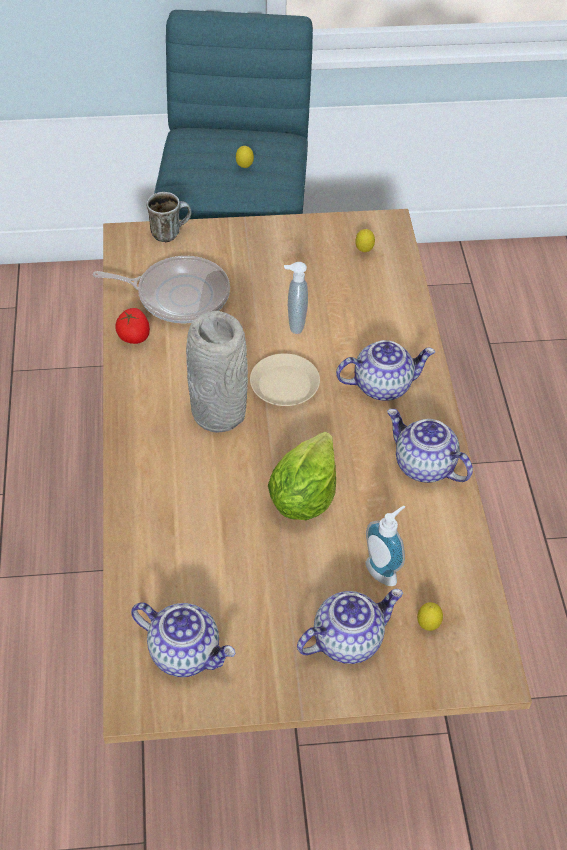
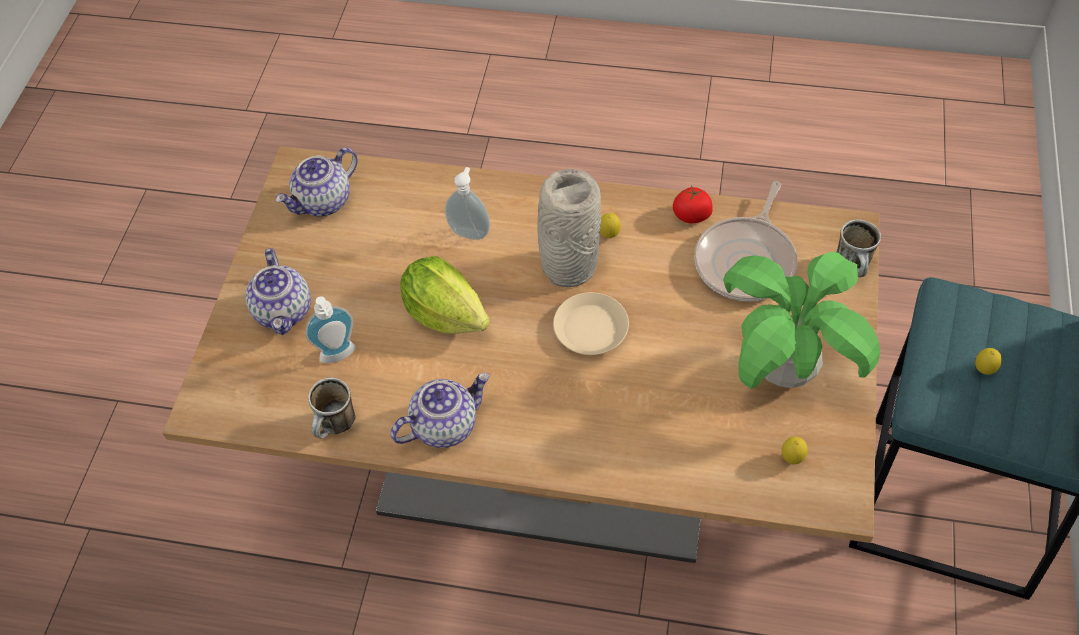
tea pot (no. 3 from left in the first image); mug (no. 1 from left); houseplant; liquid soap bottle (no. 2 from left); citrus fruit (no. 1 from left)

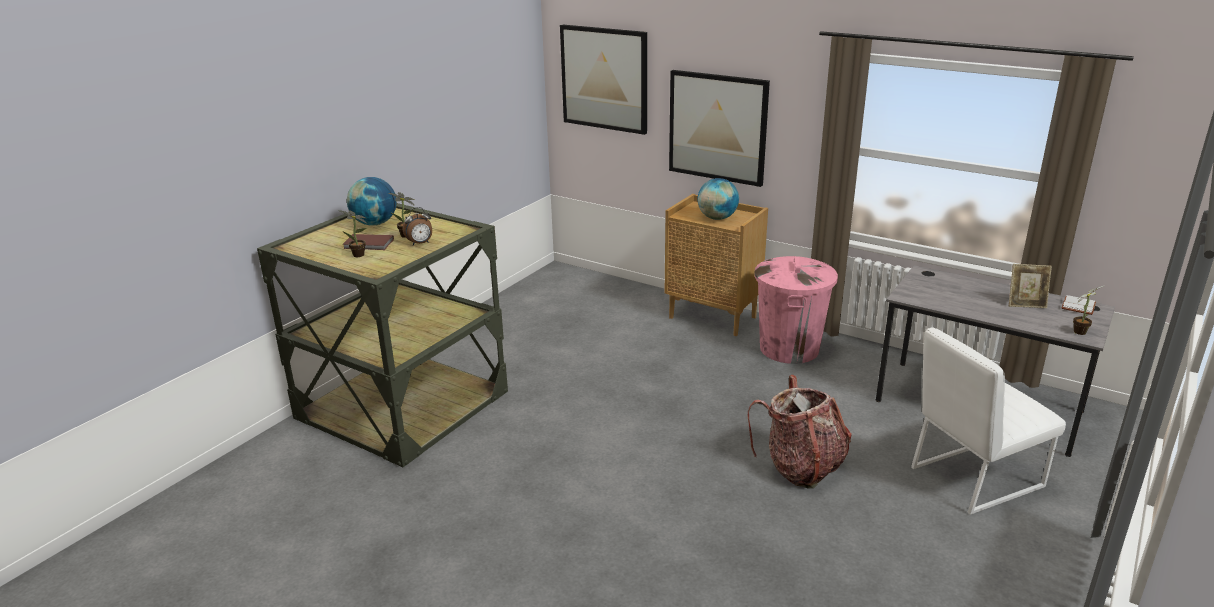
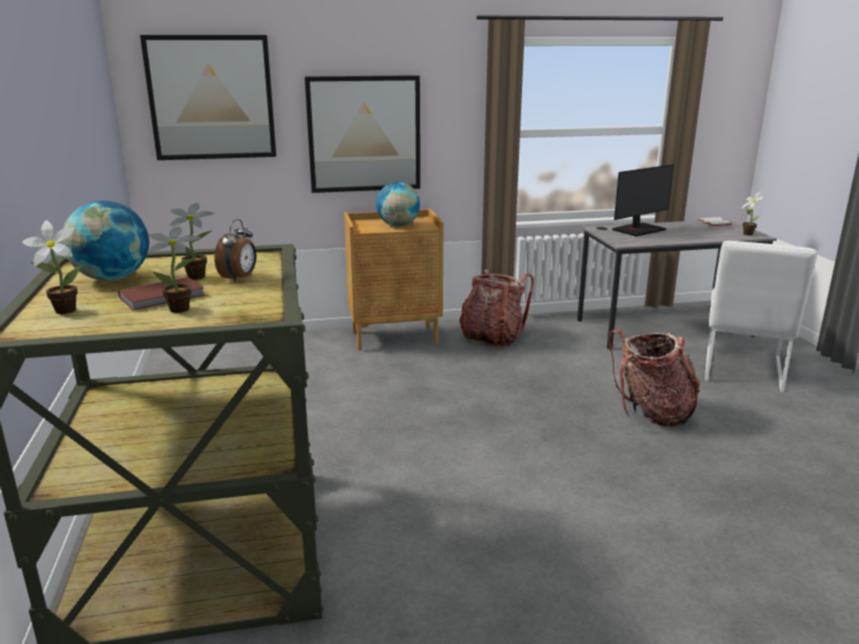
standing frame; houseplant (no. 1 from left); computer screen; rucksack (no. 1 from left)

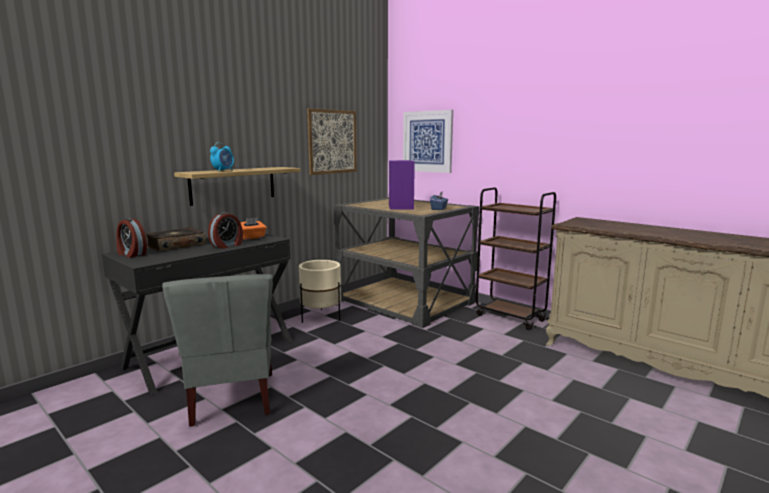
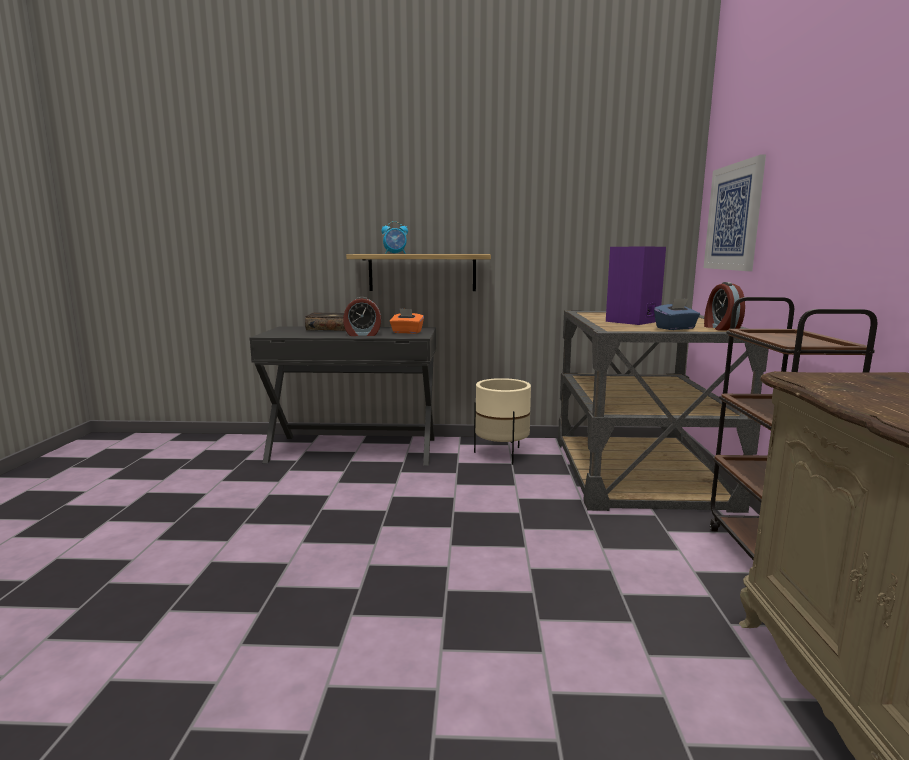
grey upright chair; wall picture (no. 1 from left in the first image); table clock (no. 3 from left)

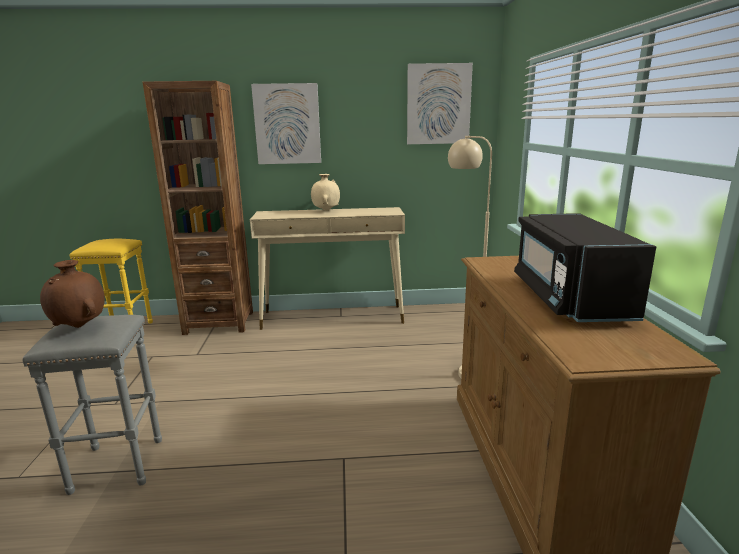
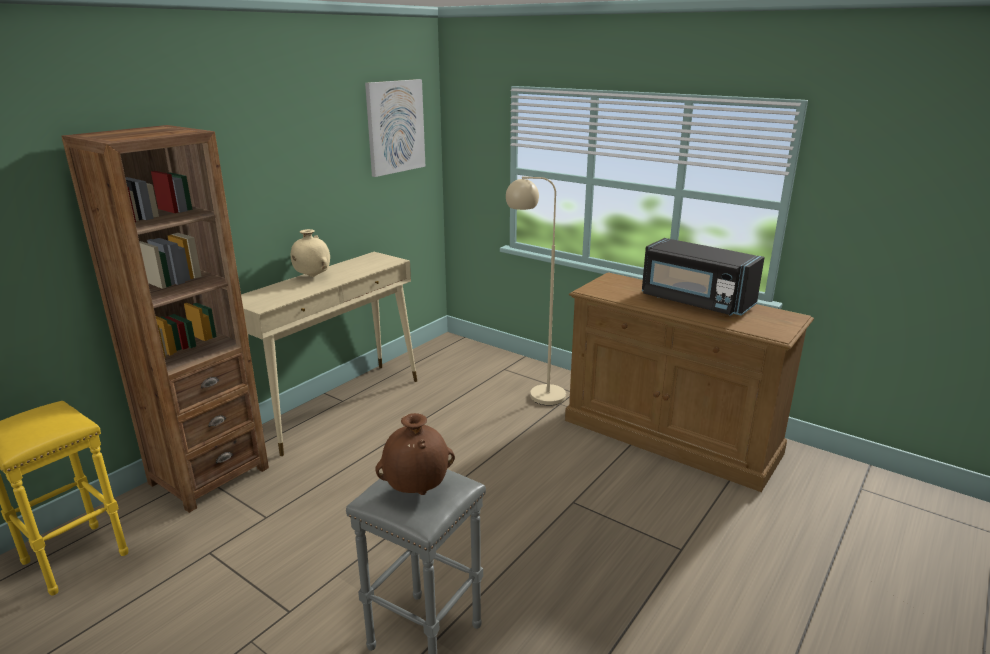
wall picture (no. 1 from left in the first image)

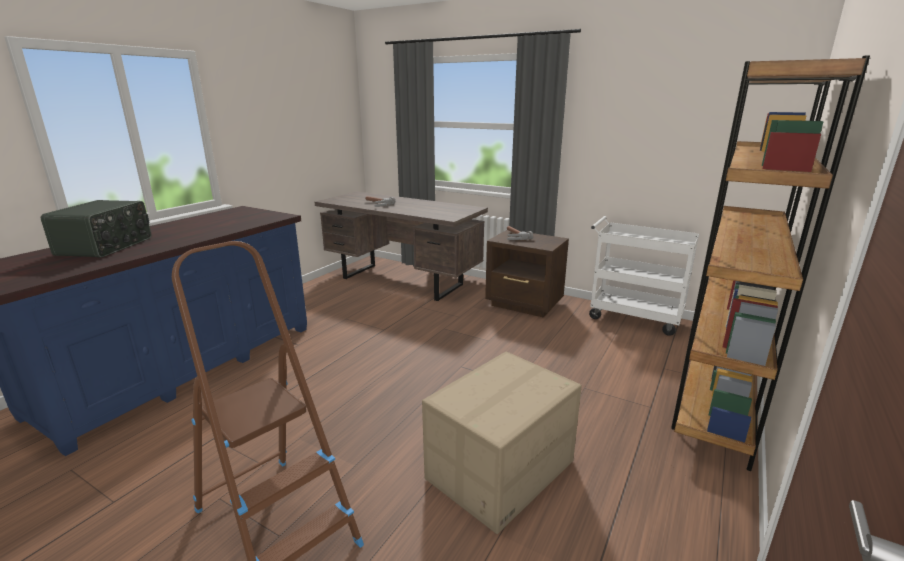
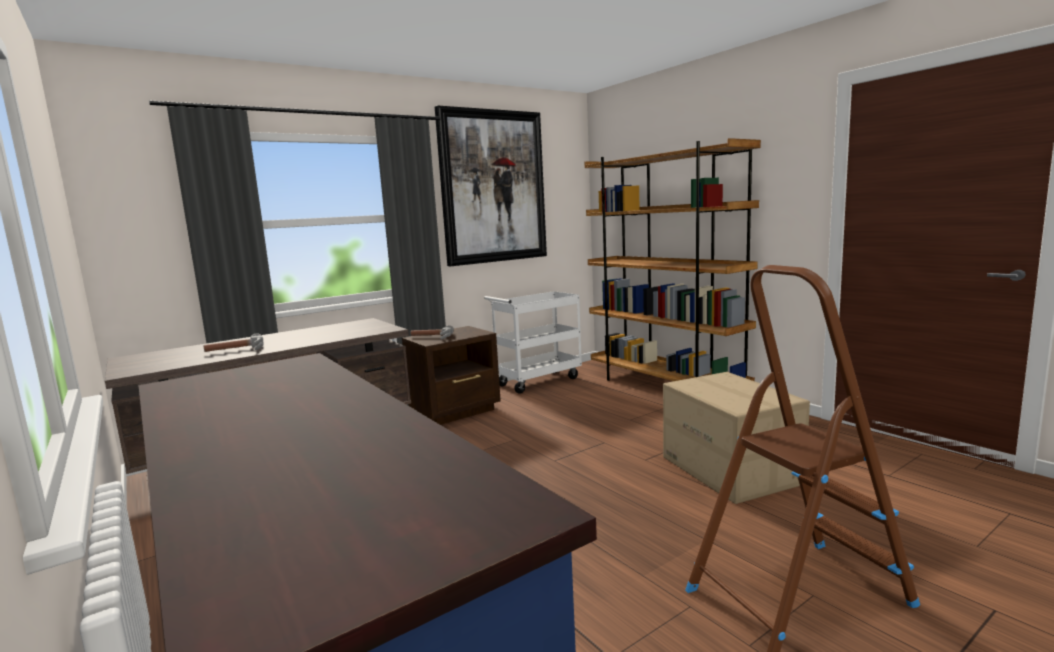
radio; wall picture

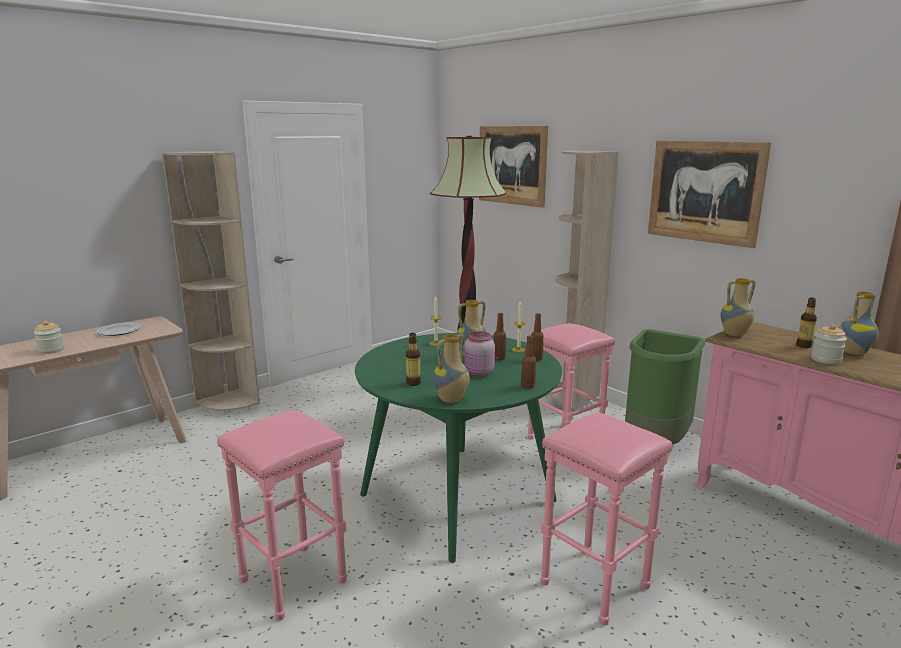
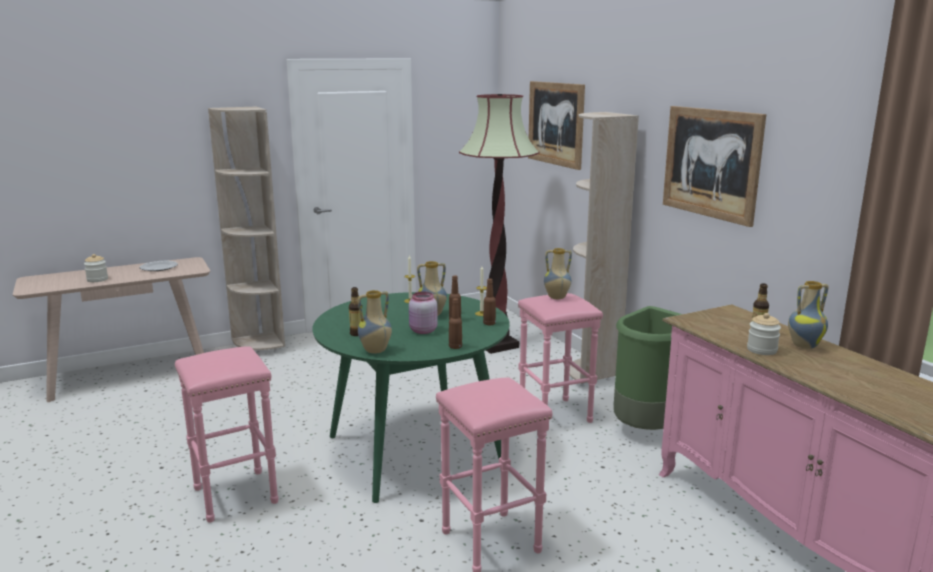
flower vase (no. 3 from left)

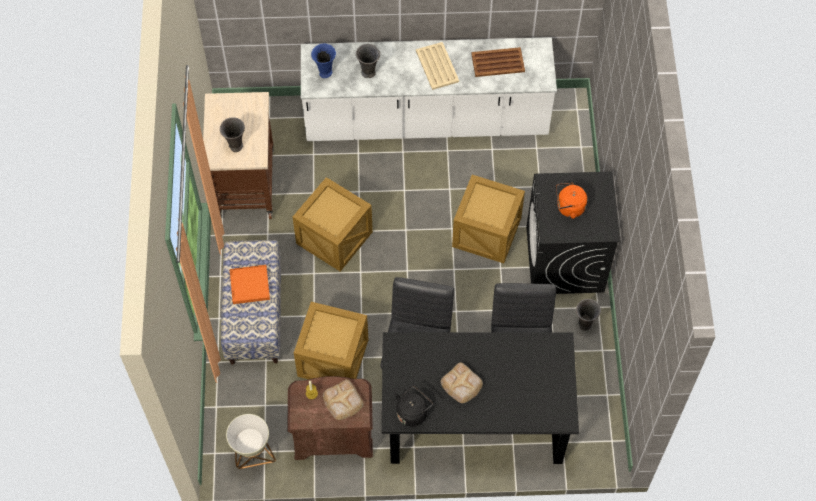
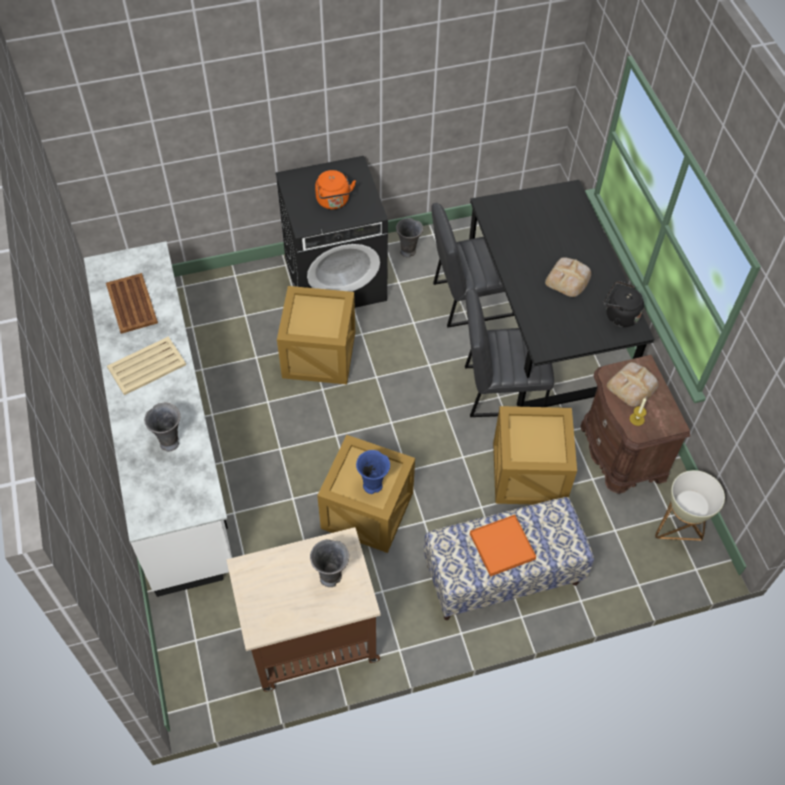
blue flower vase

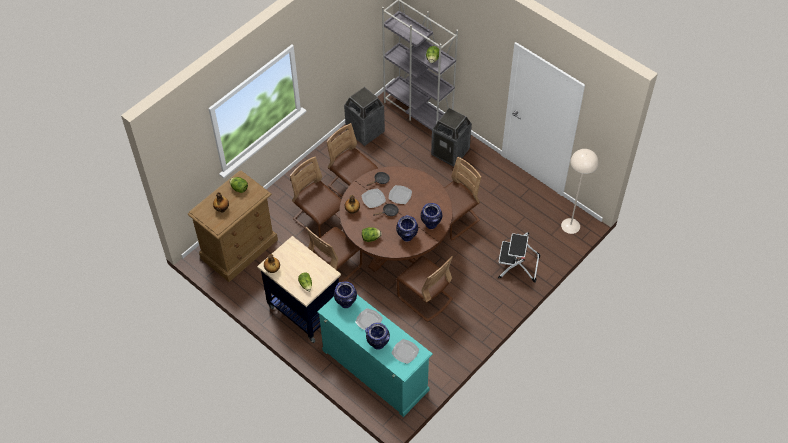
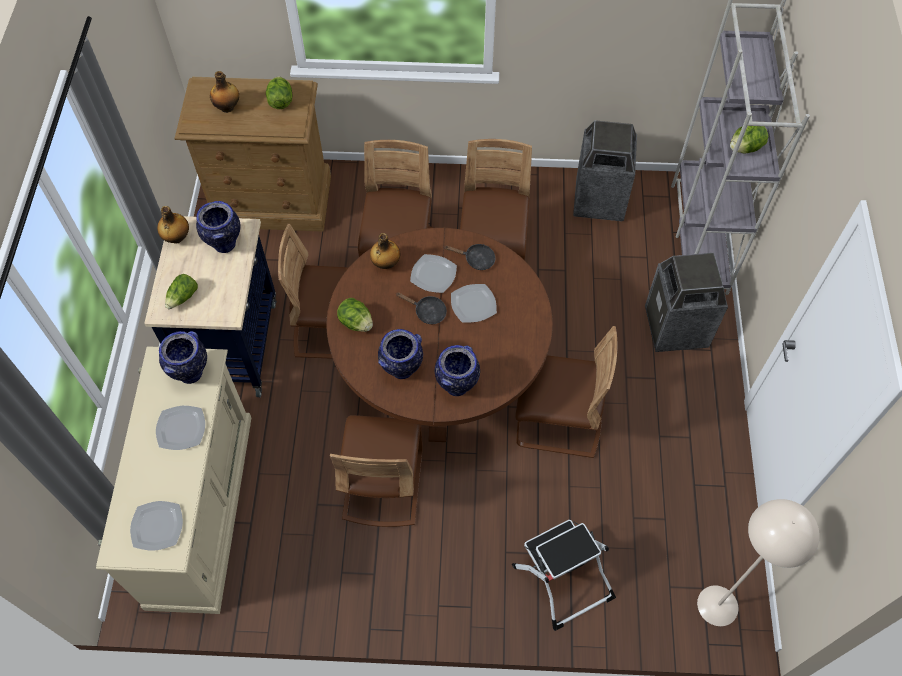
flower vase (no. 2 from left); beige storage cabinet

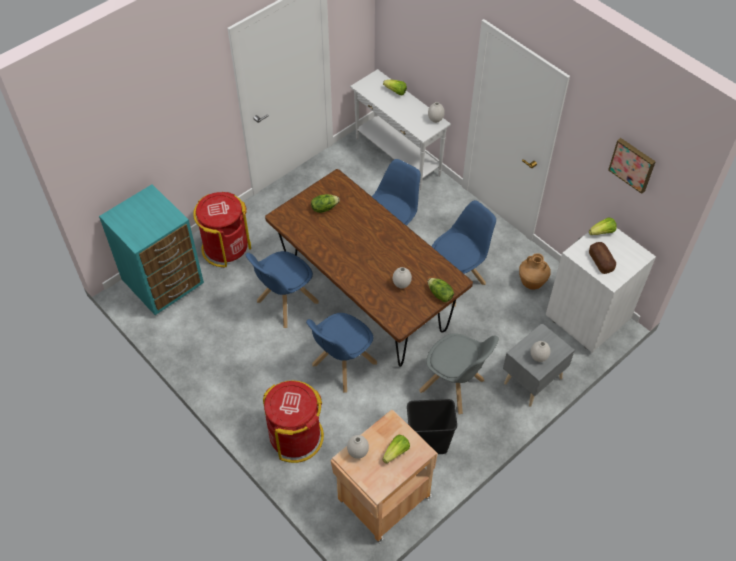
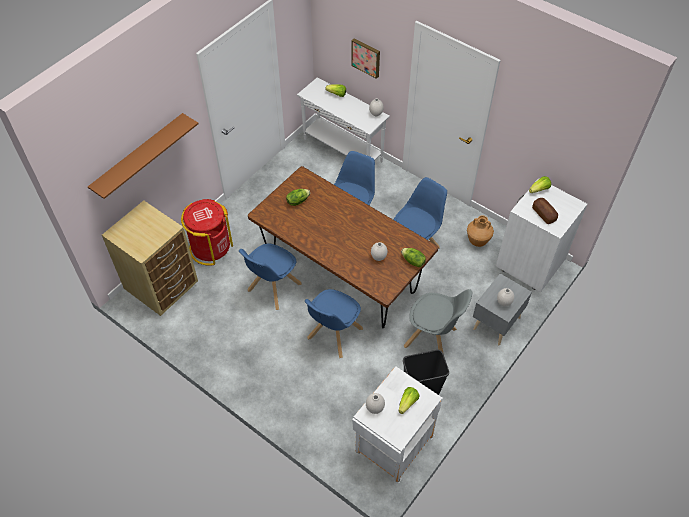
red-coloured trash can (no. 2 from left in the first image); brown-coloured bracket shelf; wall picture; brown-coloured drawer chest; whitish wheeled cart

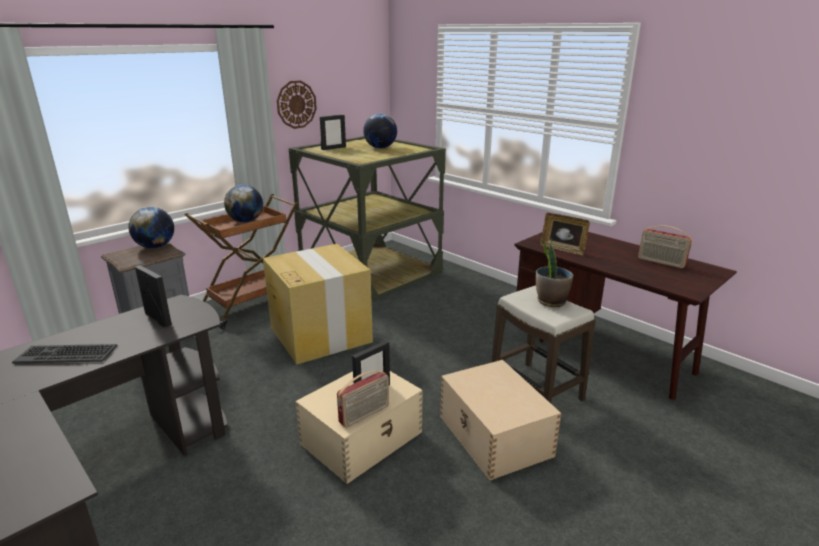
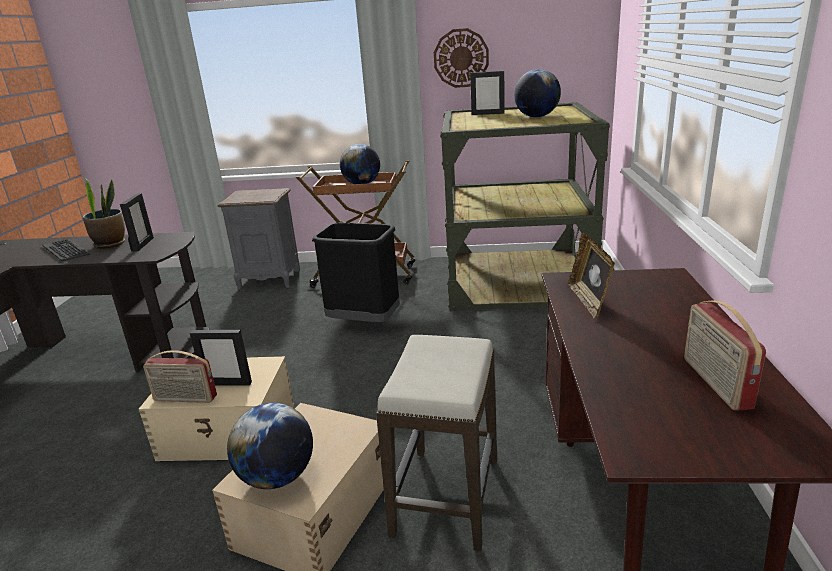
globe (no. 1 from left); houseplant; black-coloured trash can

